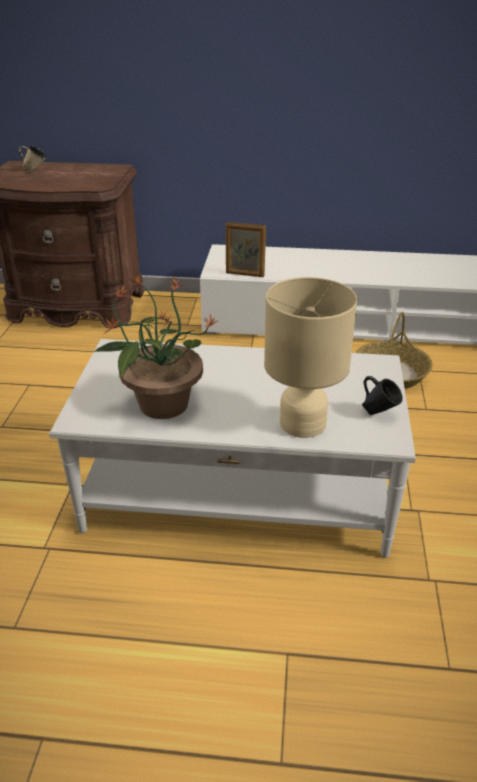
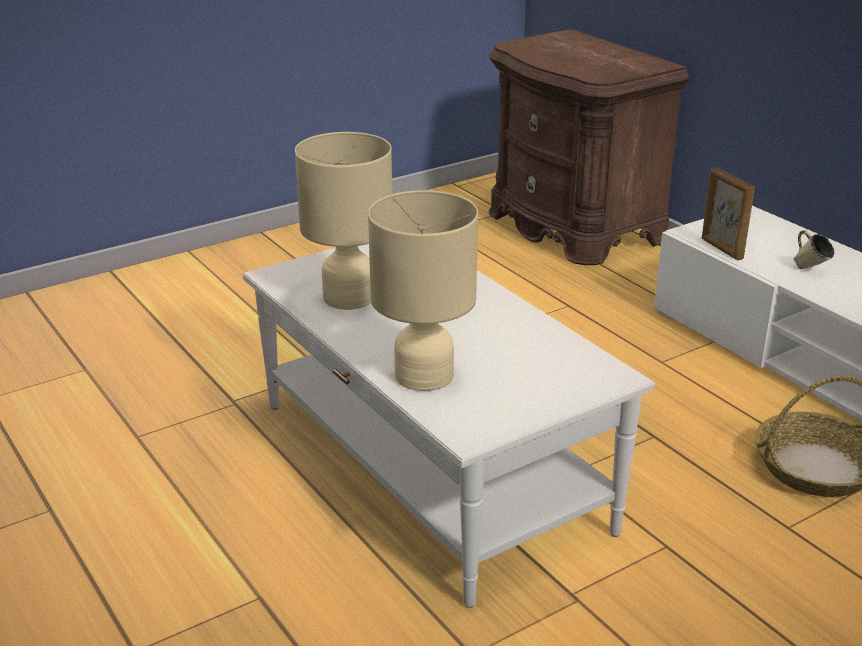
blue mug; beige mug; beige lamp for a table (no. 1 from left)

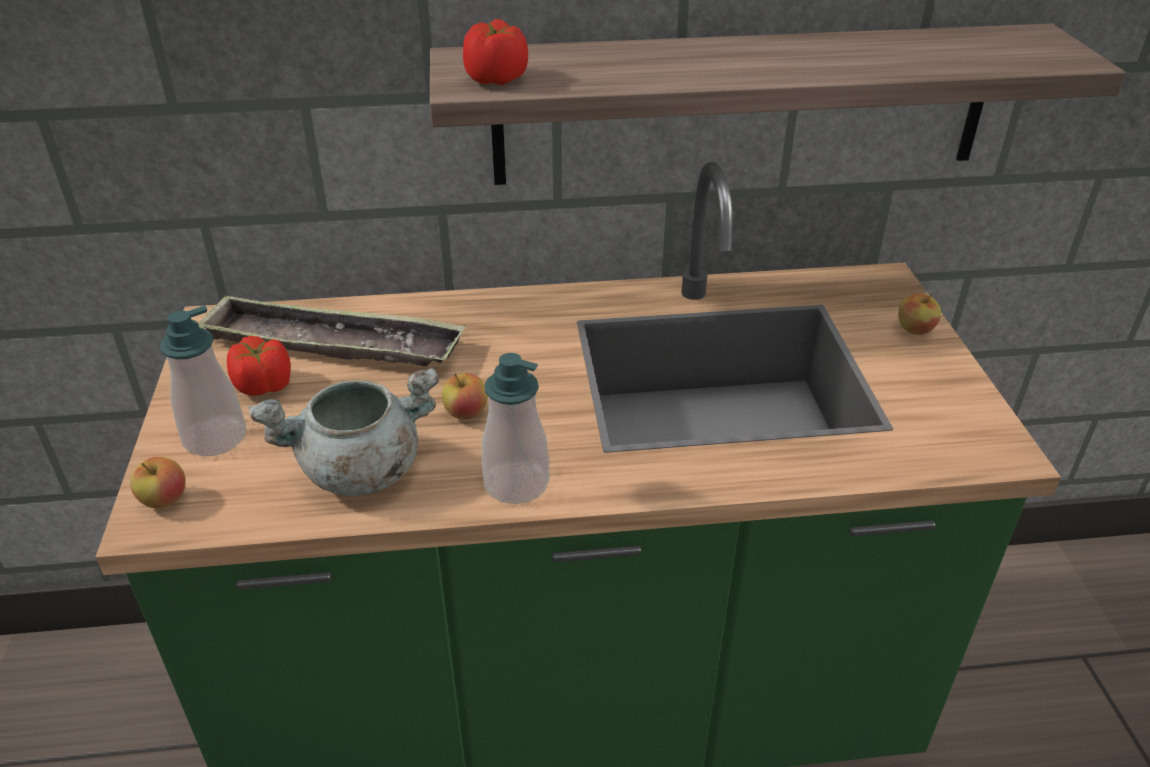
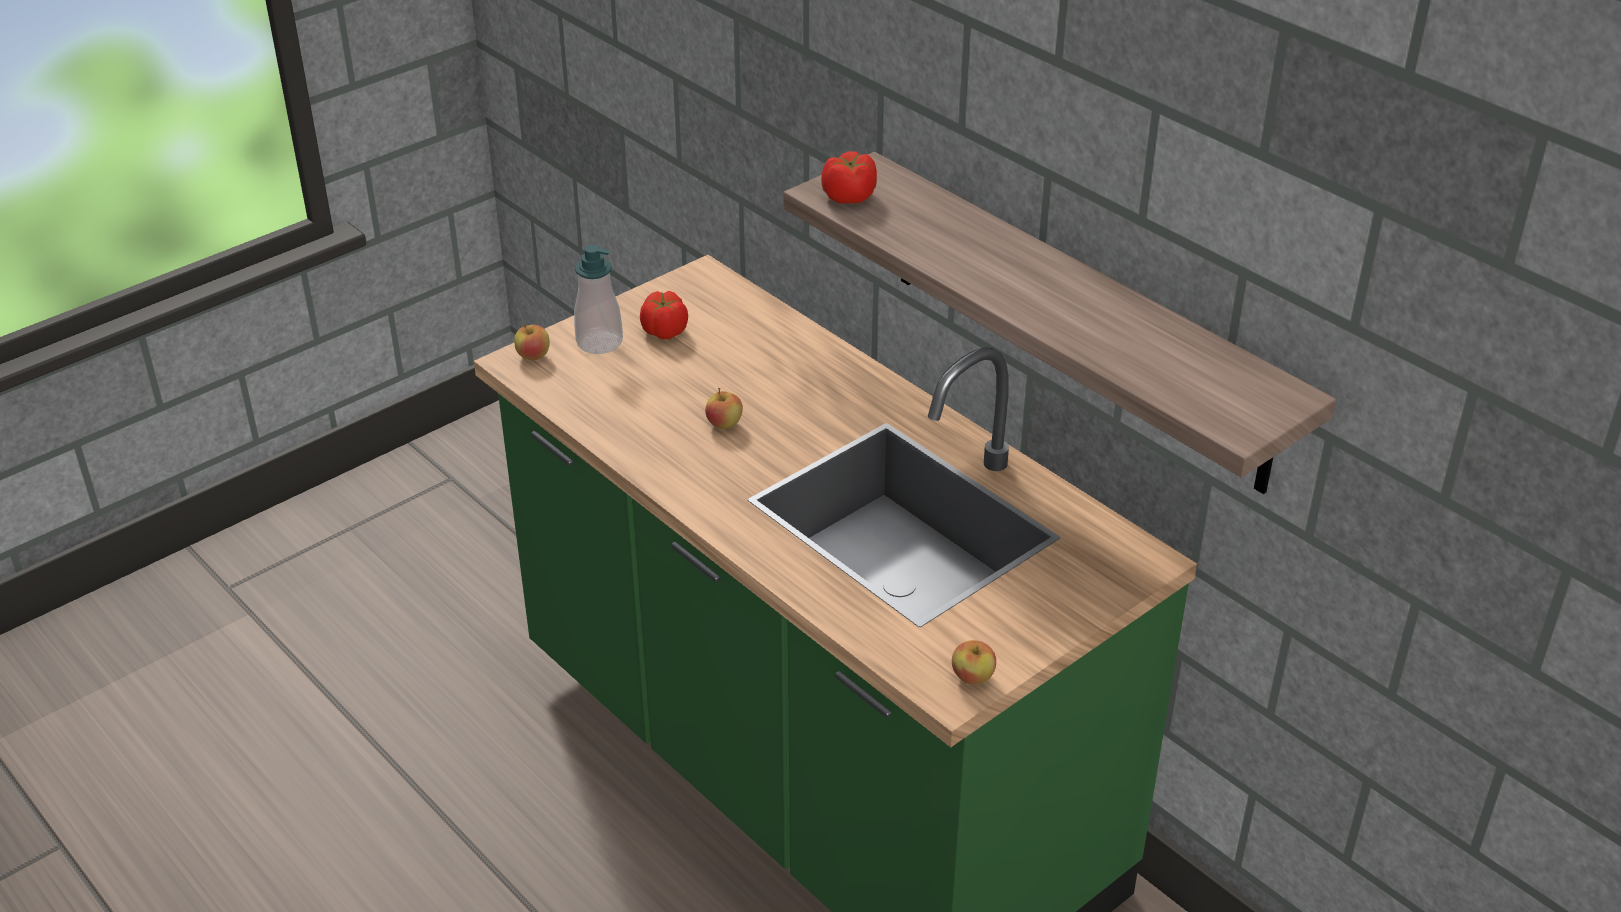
serving tray; grey cooking pot; liquid soap bottle (no. 2 from left in the first image); apple fruit (no. 3 from left)

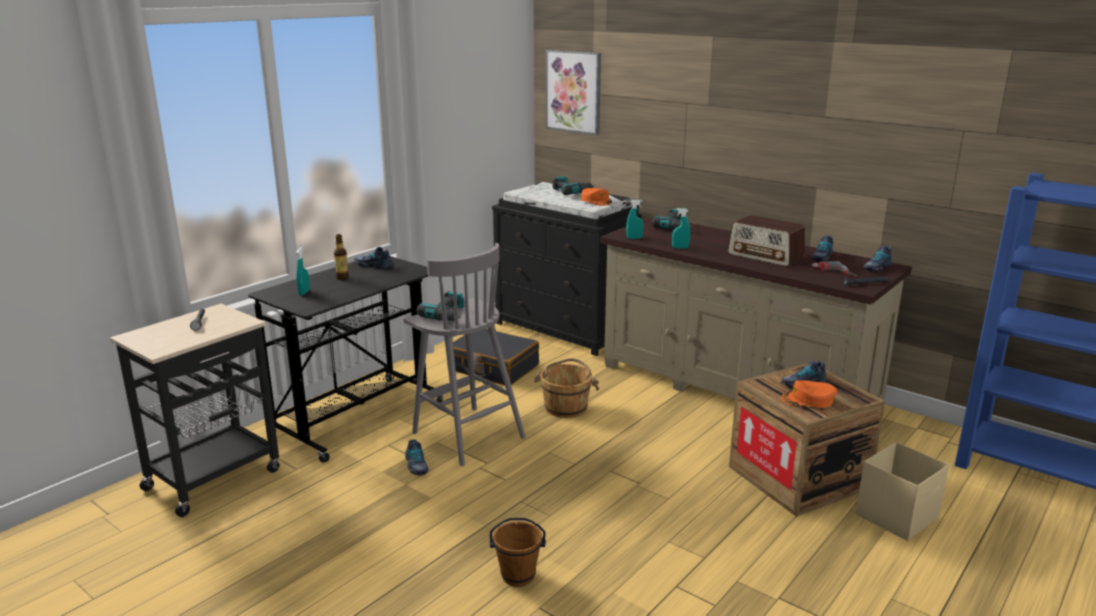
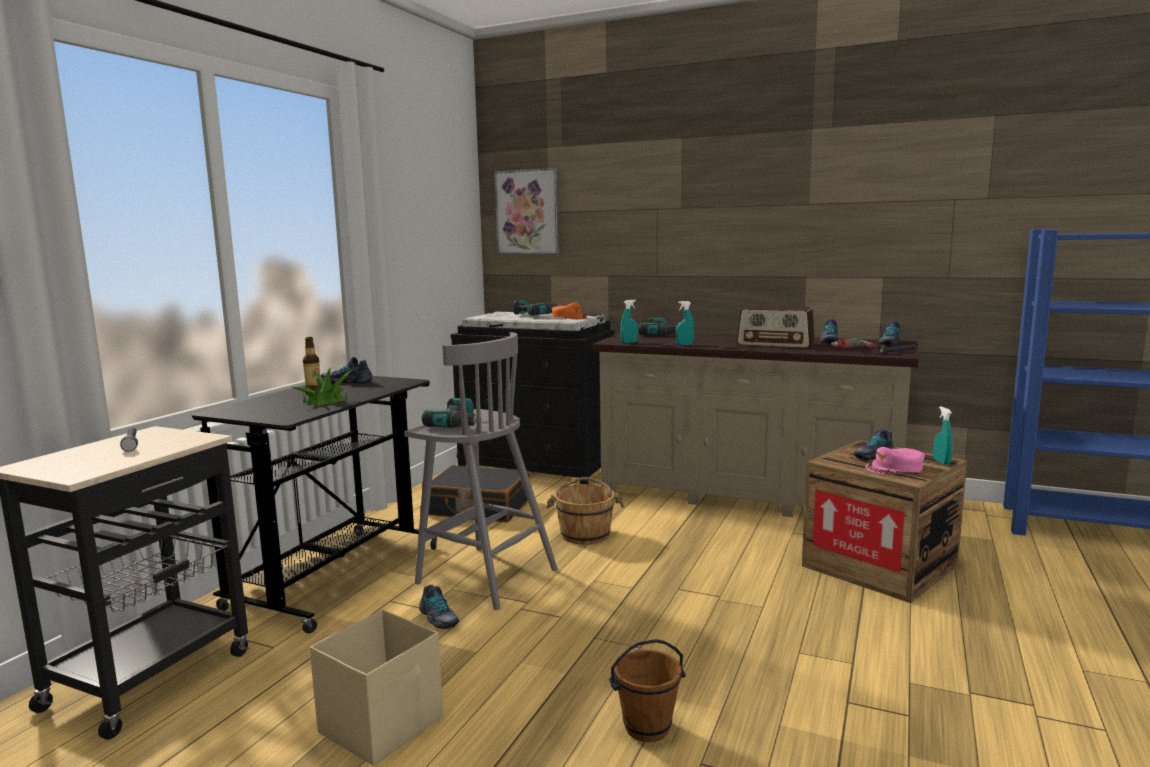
houseplant; blue-green sprayer (no. 3 from left); beige storage container; pink baseball cap

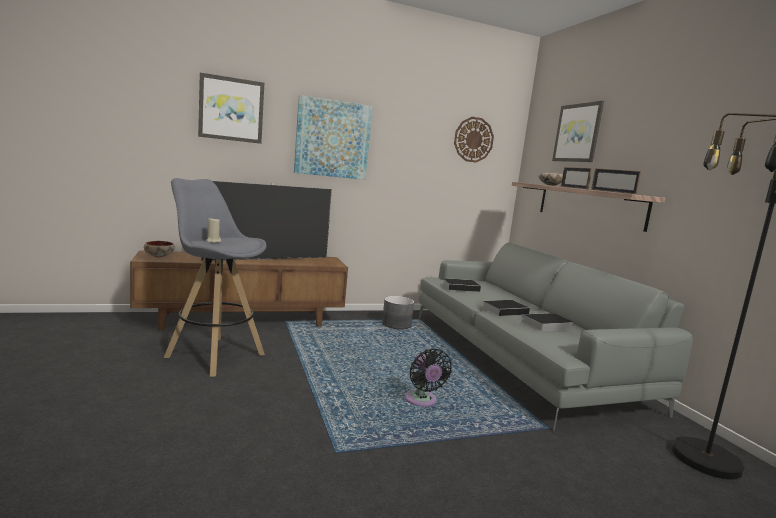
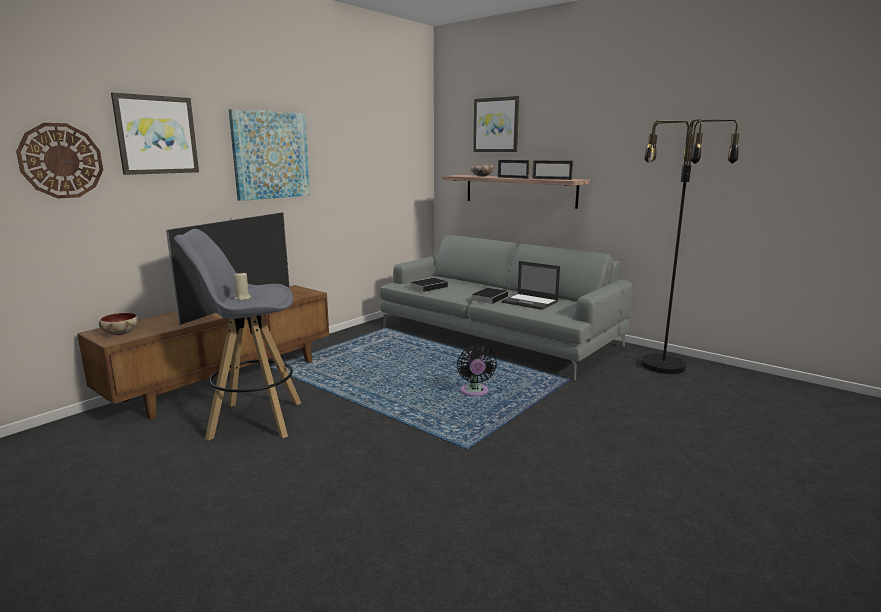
grey planter; clock on the wall; laptop; black-coloured cooling fan

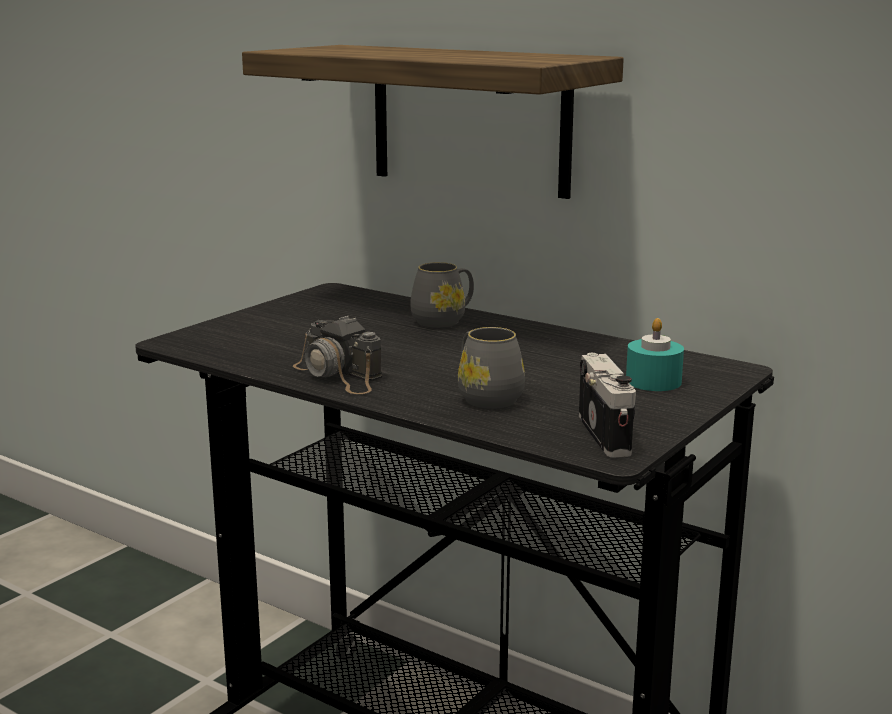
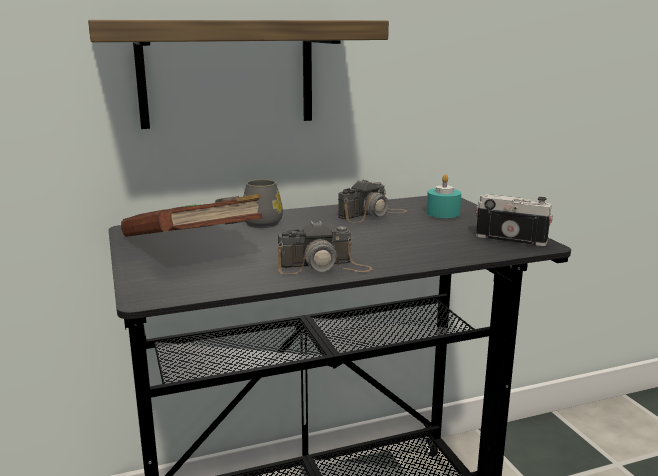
grey mug (no. 2 from left in the first image); brown-coloured volume; photo camera (no. 2 from left)

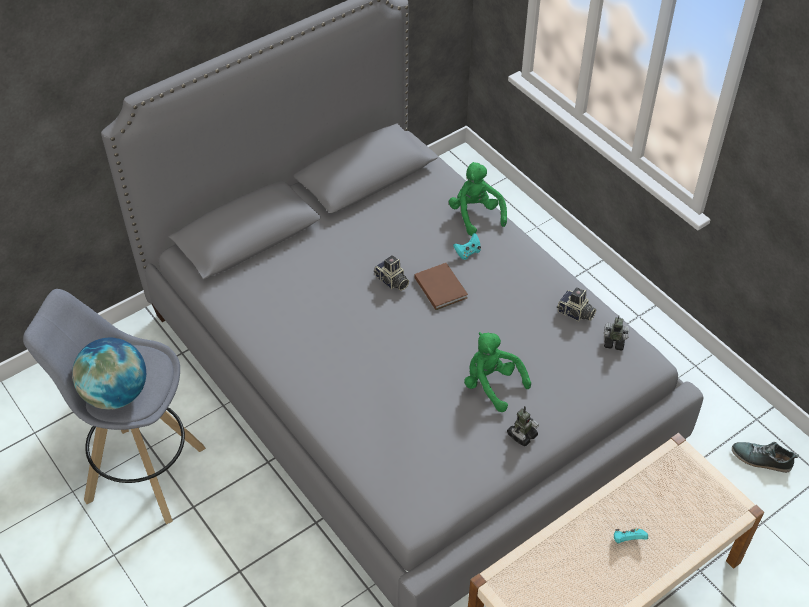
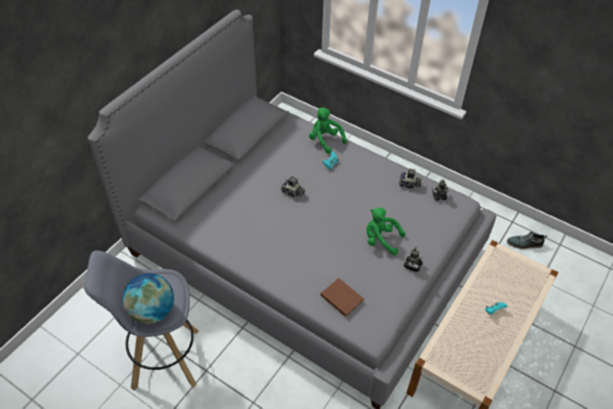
brown-coloured volume

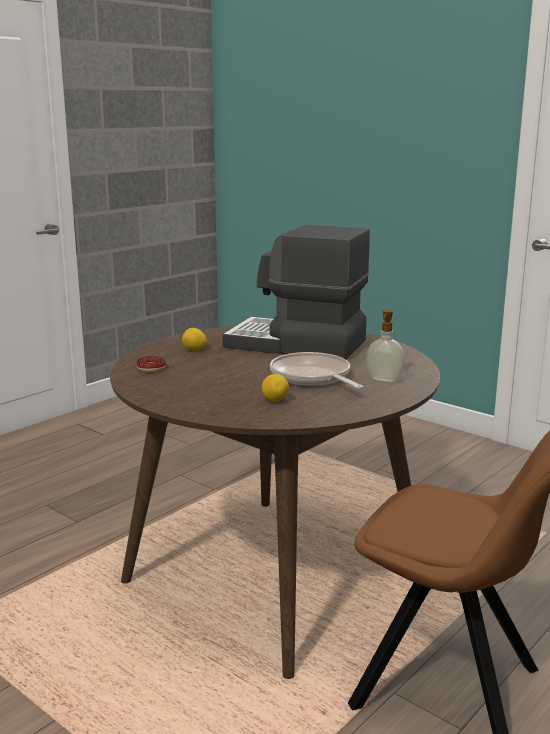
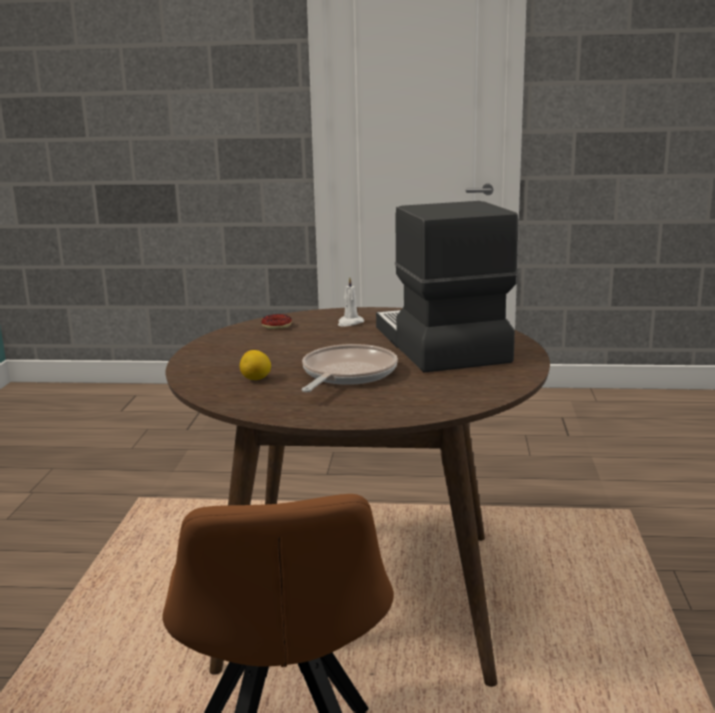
liquid soap bottle; whitish wax candle

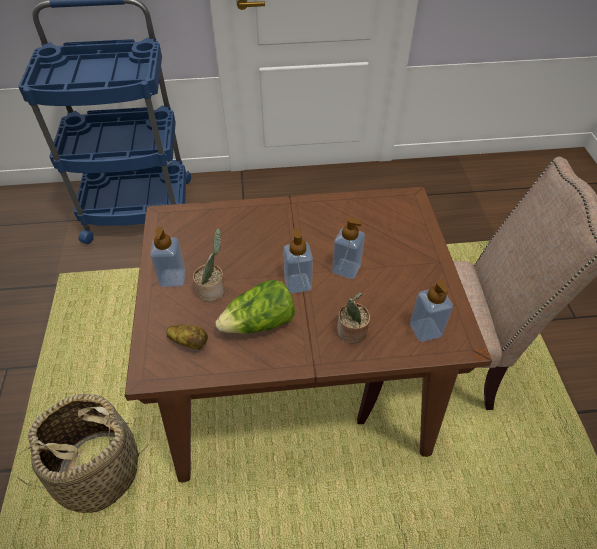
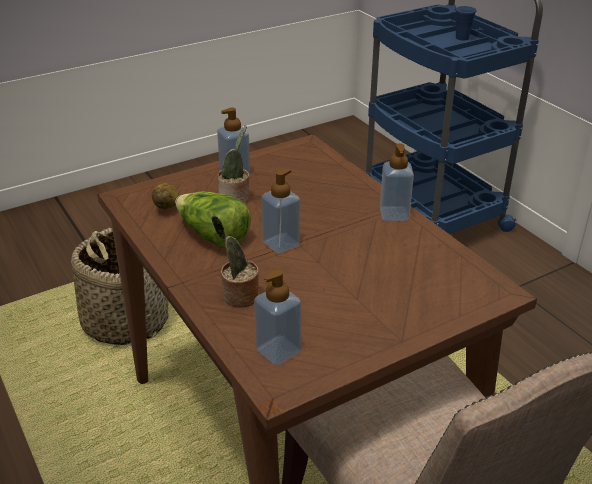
blue drinking cup; liquid soap bottle (no. 4 from left)

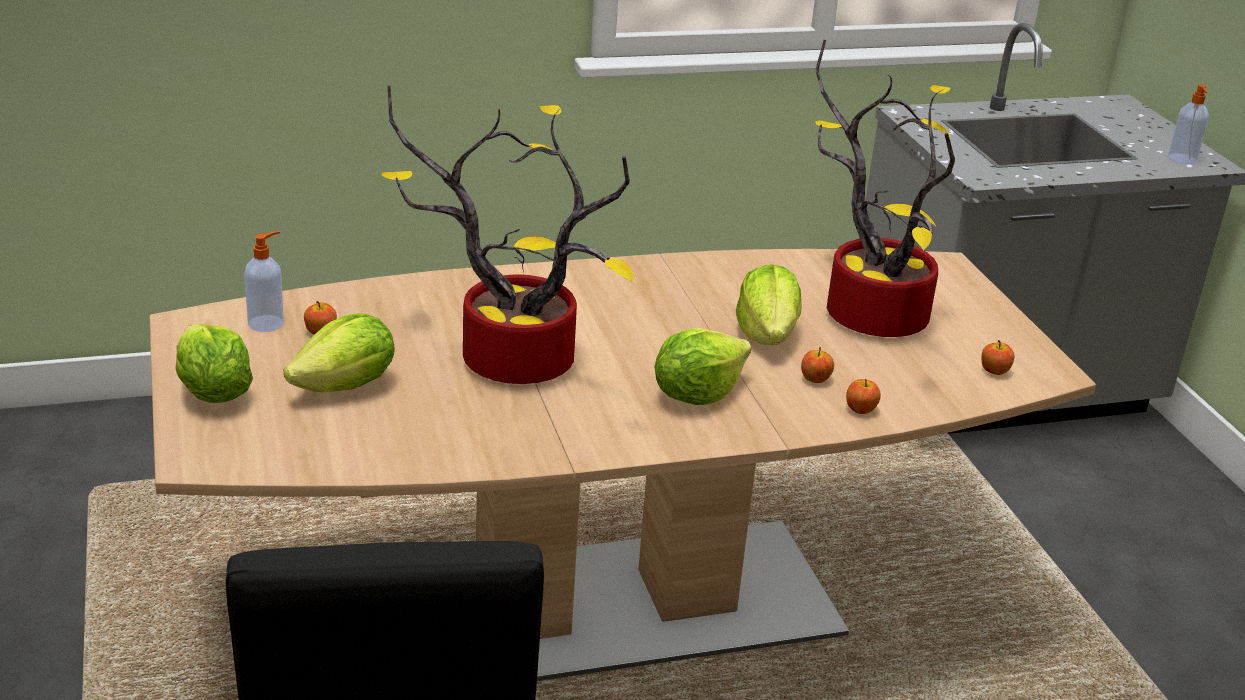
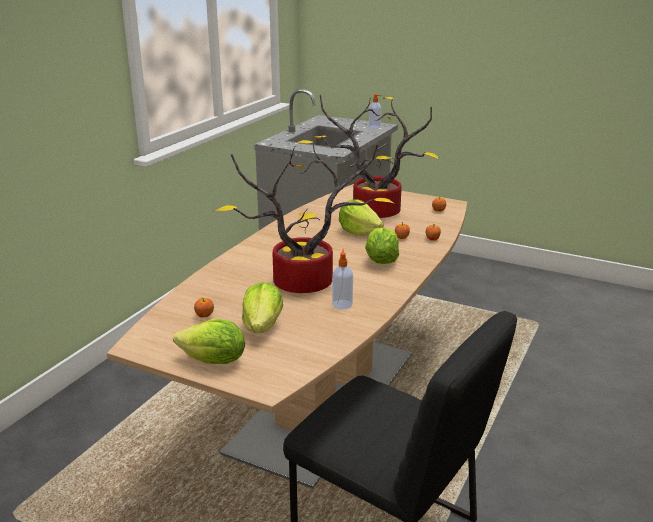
liquid soap bottle (no. 1 from left)

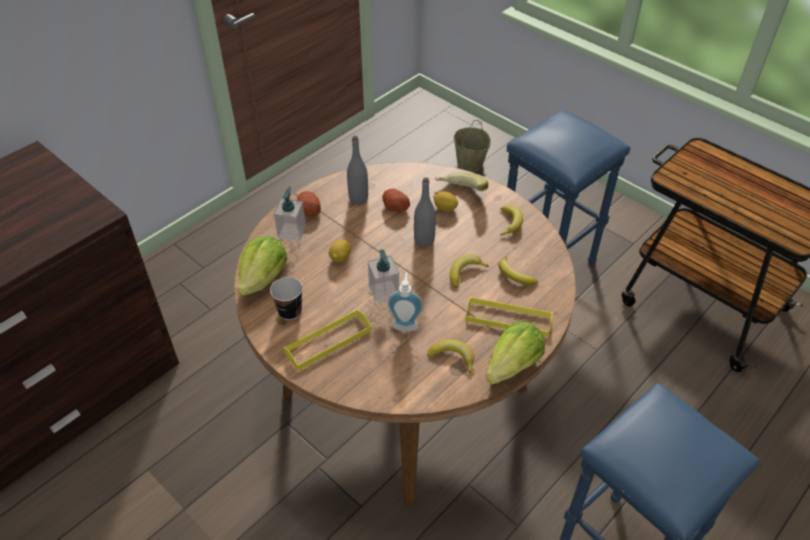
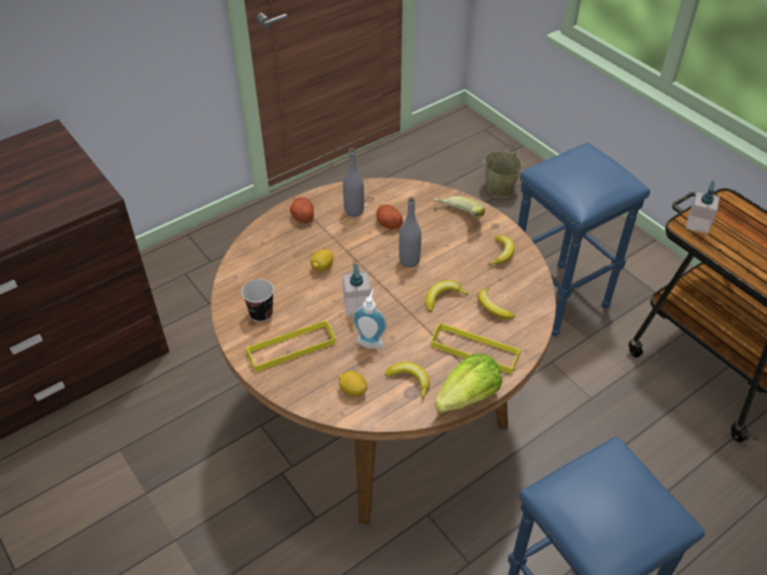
lettuce head (no. 1 from left in the first image); liquid soap bottle (no. 3 from left); citrus fruit (no. 2 from left)

